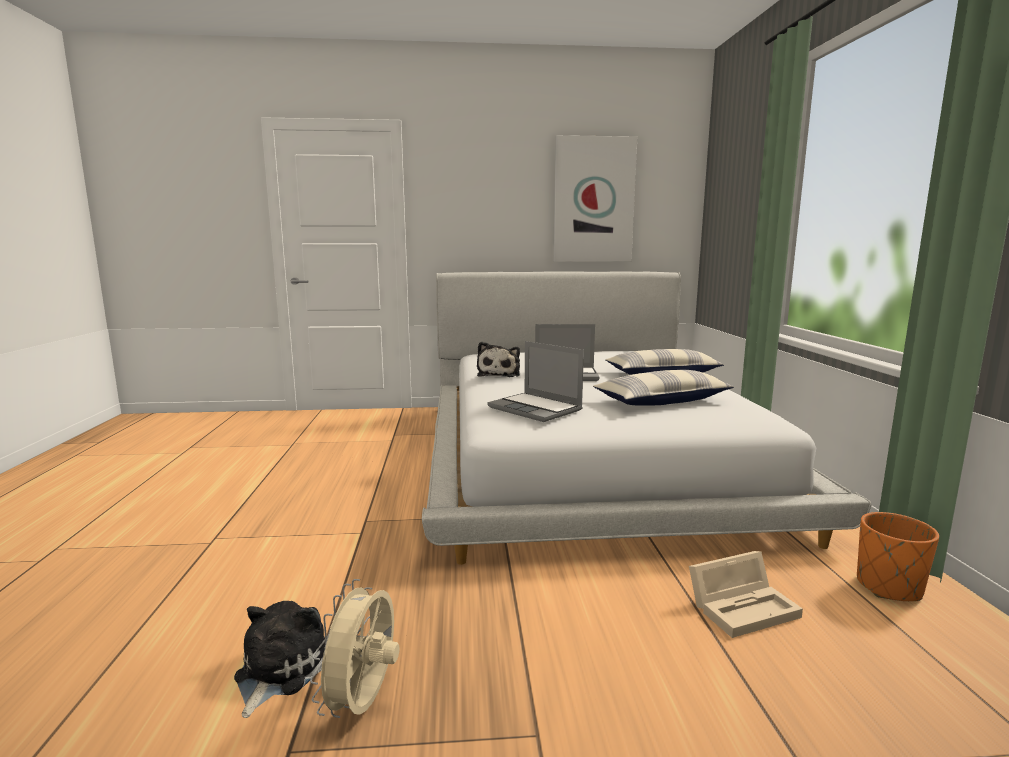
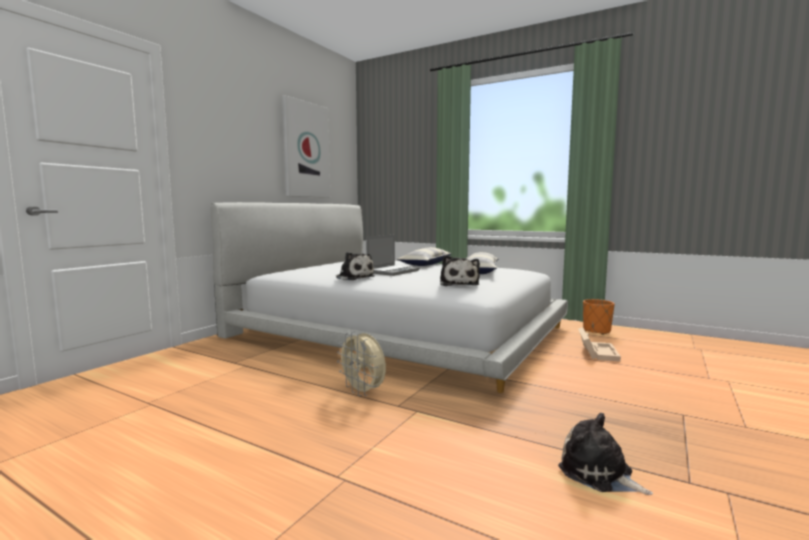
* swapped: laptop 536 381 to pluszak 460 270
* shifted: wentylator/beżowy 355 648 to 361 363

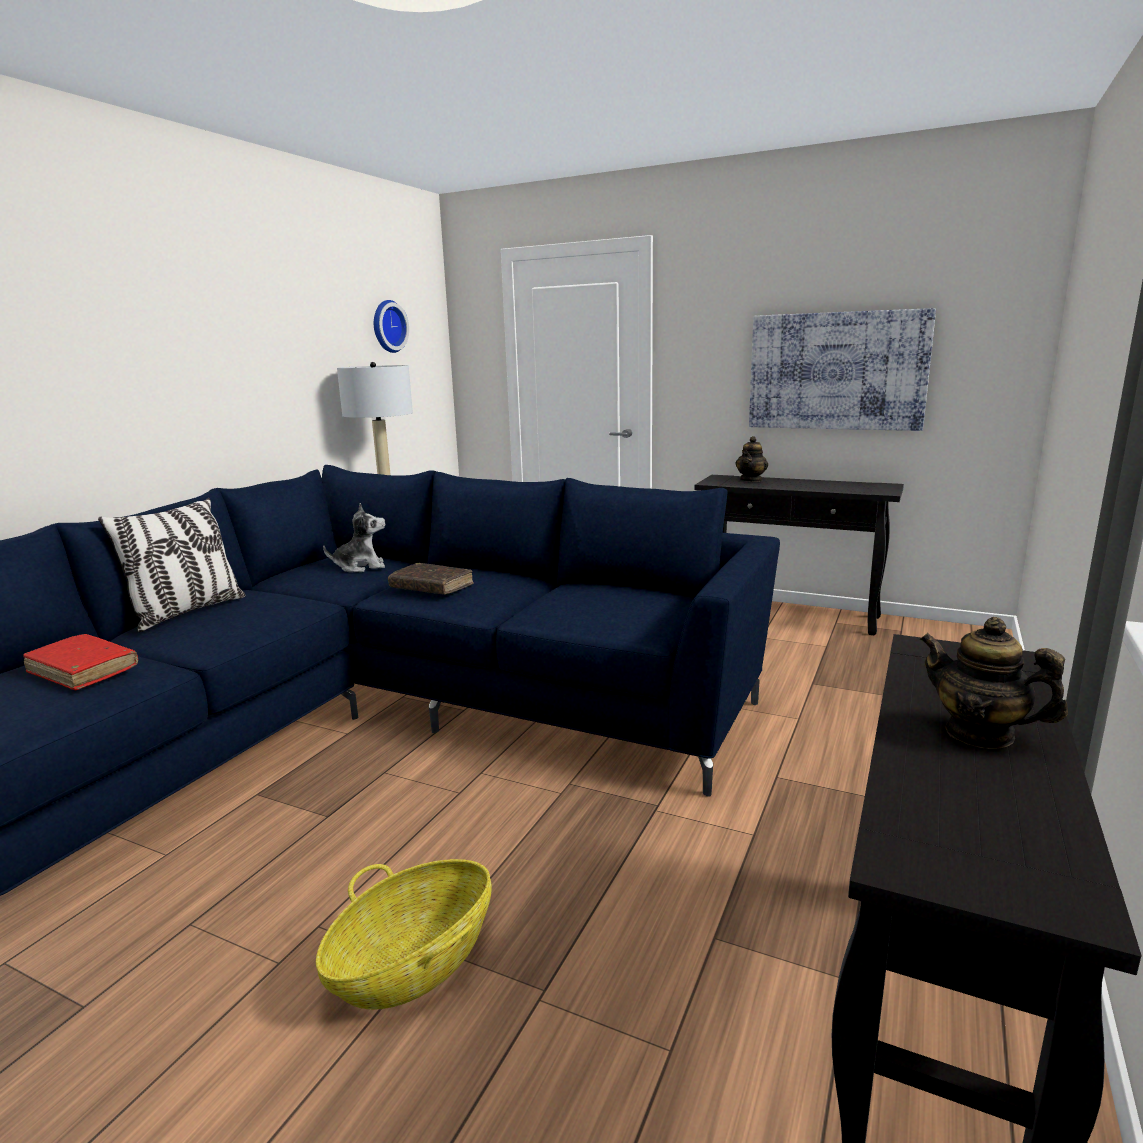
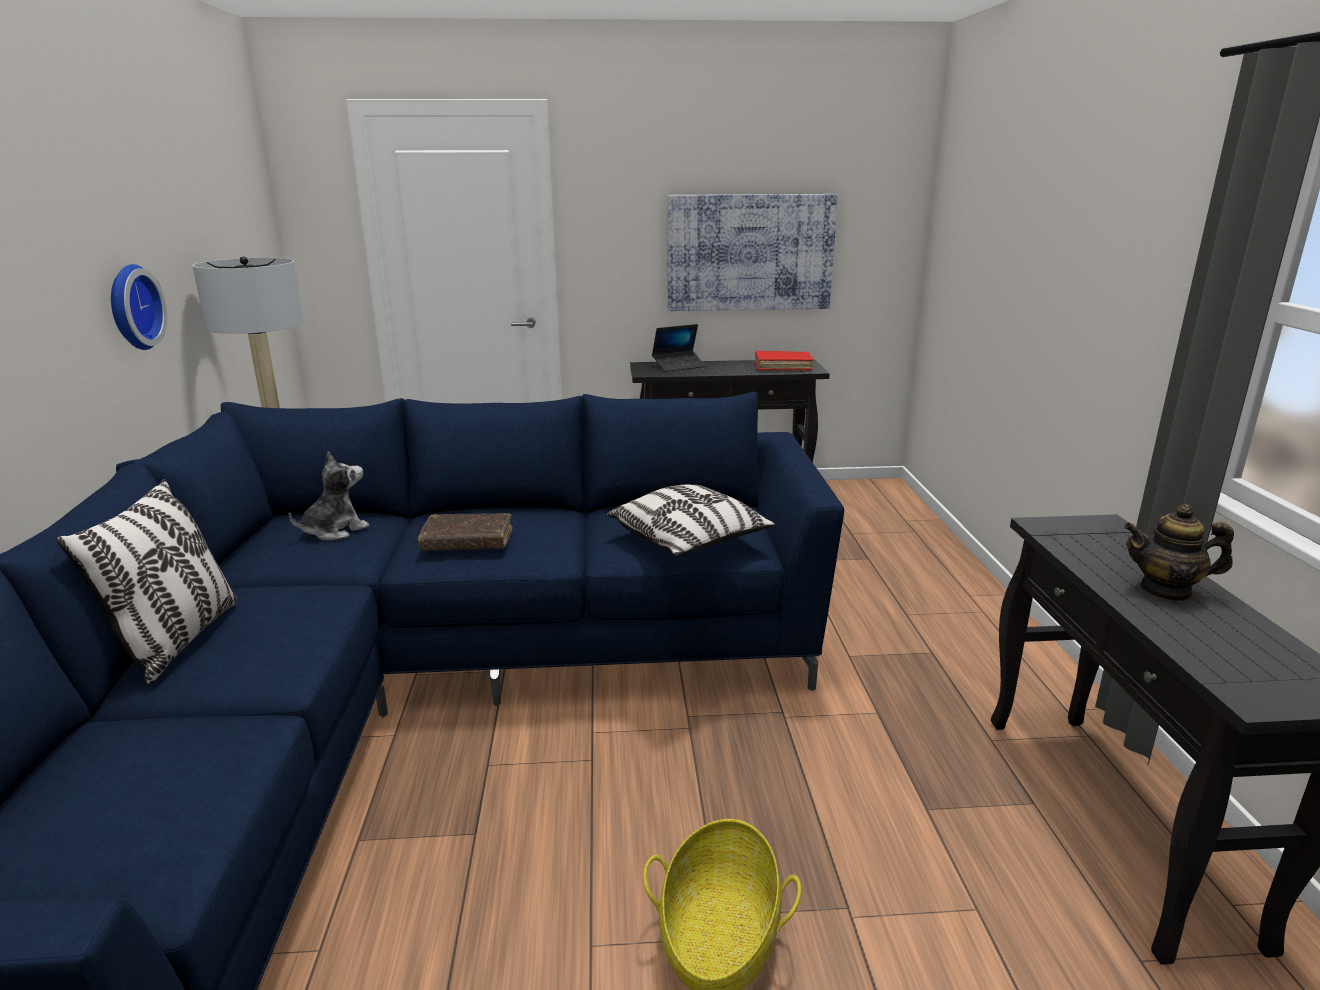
* shifted: zegar ścienny 391 326 to 139 307
* swapped: imbryk 751 459 to laptop 679 348
* shifted: książka/czerwony 80 662 to 784 361
* new: poduszka 691 520

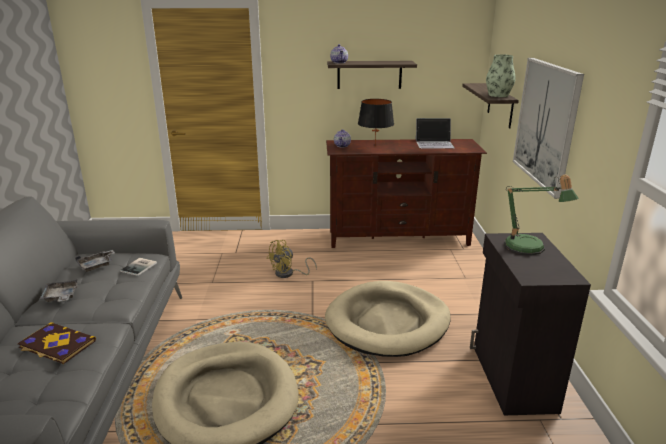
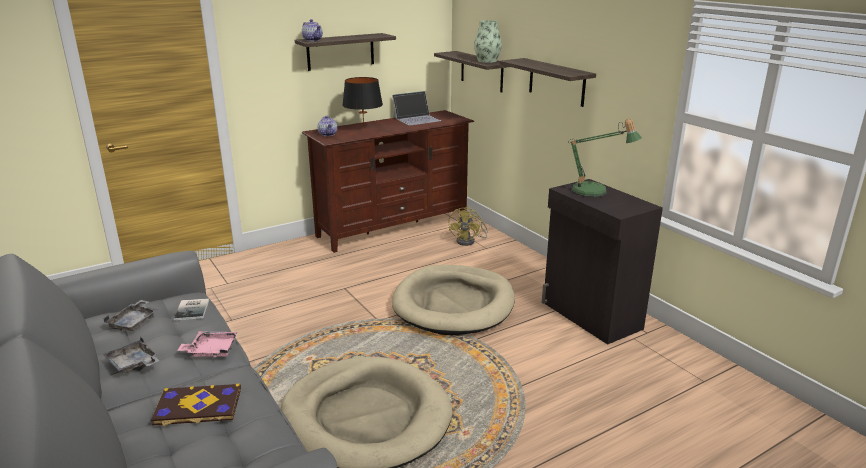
* swapped: obraz 548 128 to półka 548 82
* shifted: wentylator/żółty 291 259 to 468 226
* new: taca/różowy 207 344

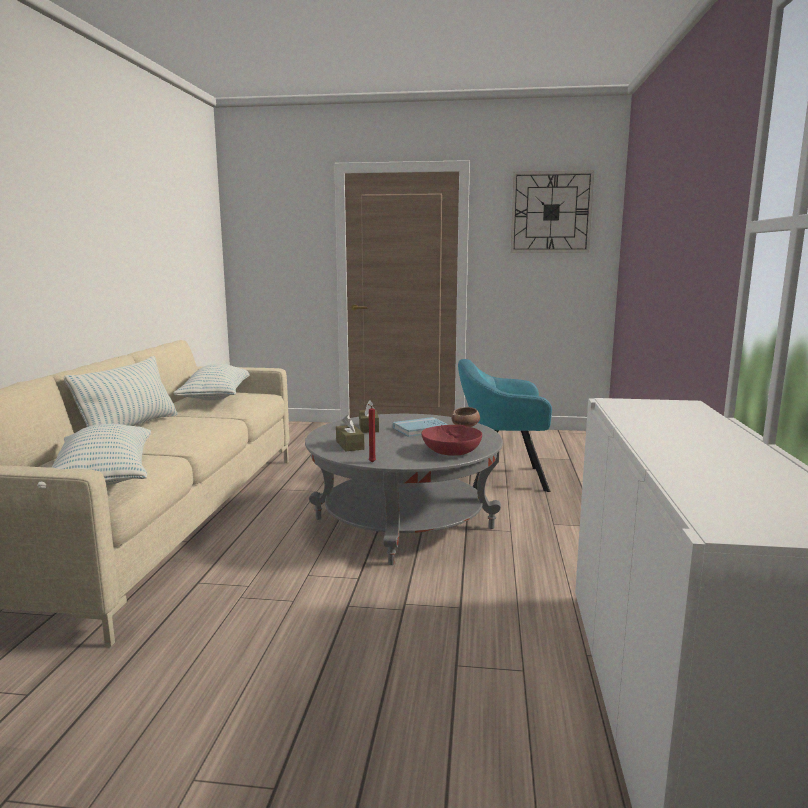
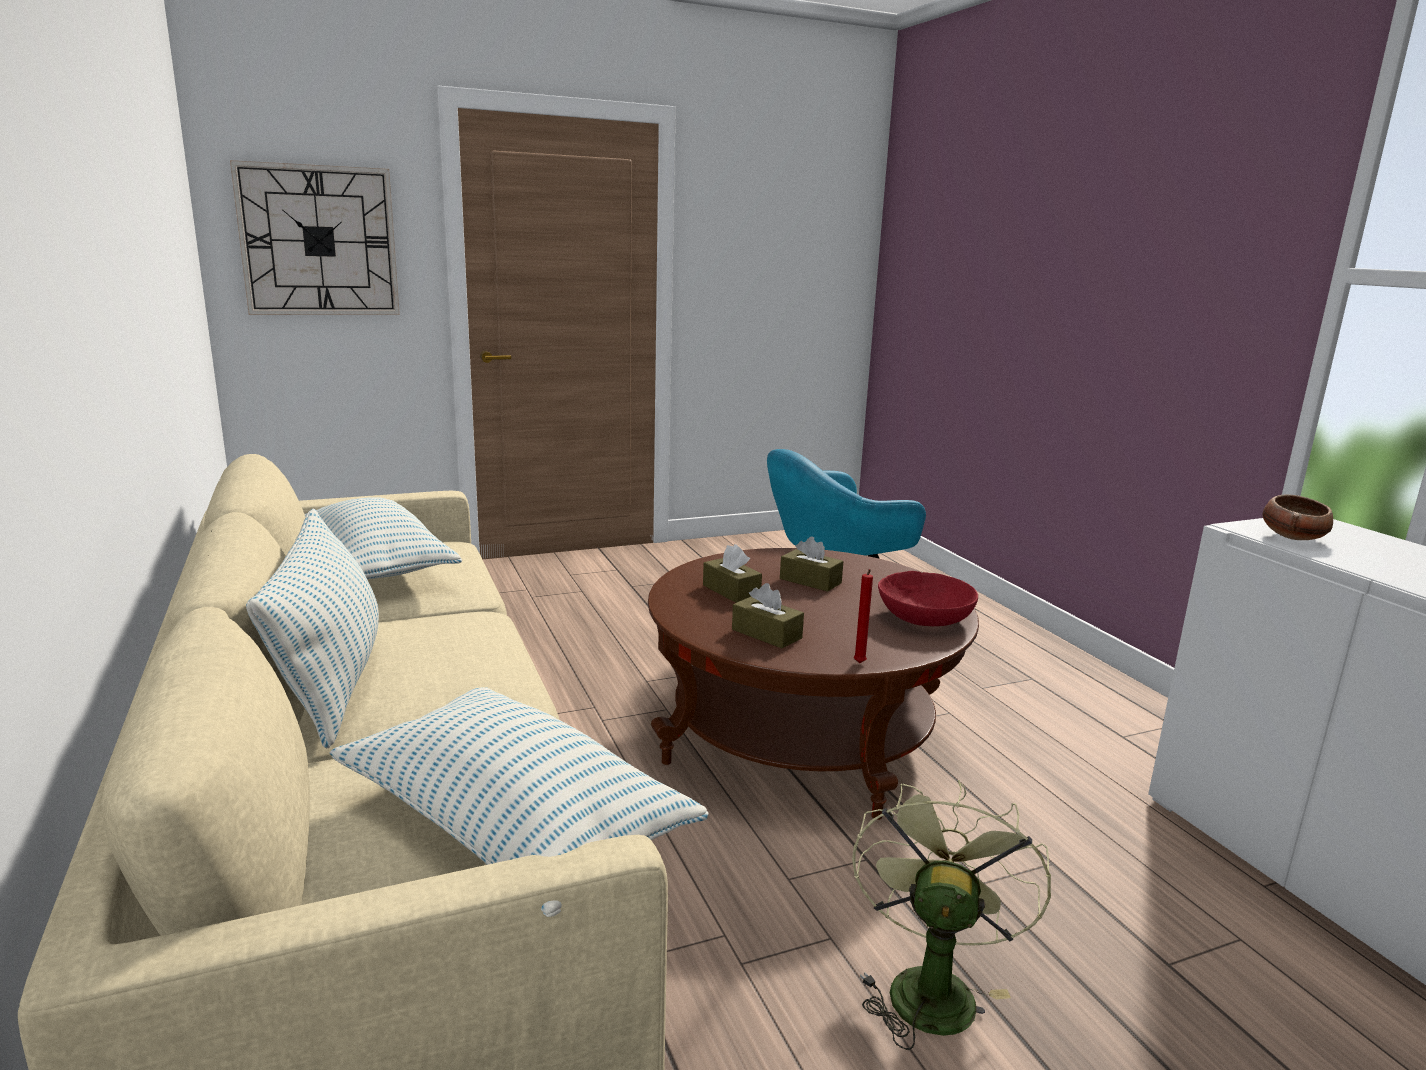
* shifted: zegar ścienny 552 211 to 315 237
* shifted: miska 466 417 to 1297 517
* repainted: ława/szary 404 489 to ława/brązowy 813 684
* swapped: książka/niebieski 421 427 to pudełko chusteczek/brązowy 811 564
* new: wentylator/zielony 951 915

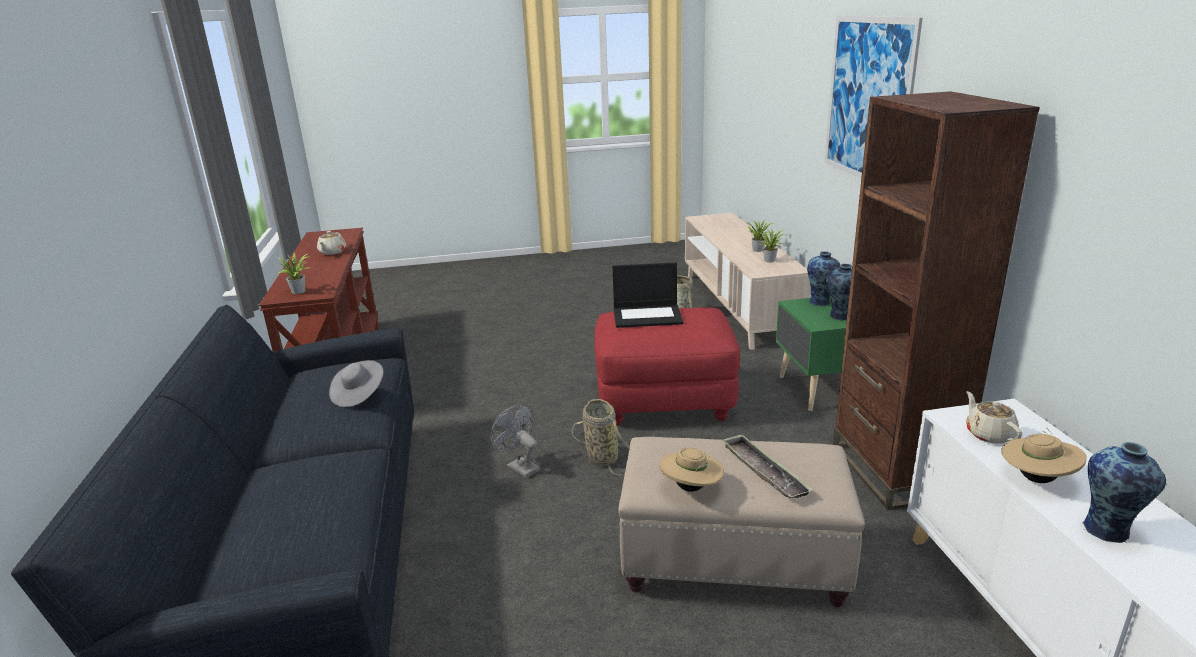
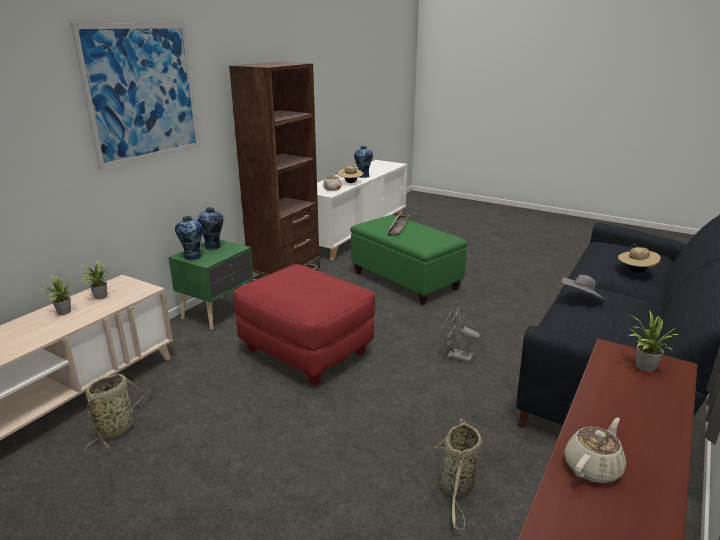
* gone: laptop 648 295
* shifted: koszyk 601 437 to 458 474
* rotated: wentylator/szary 515 441 = 460 335 120 degrees clockwise
* repainted: pufa/beżowy 741 522 to pufa/zielony 409 260
* shifted: kapelusz/beżowy 691 469 to 639 259

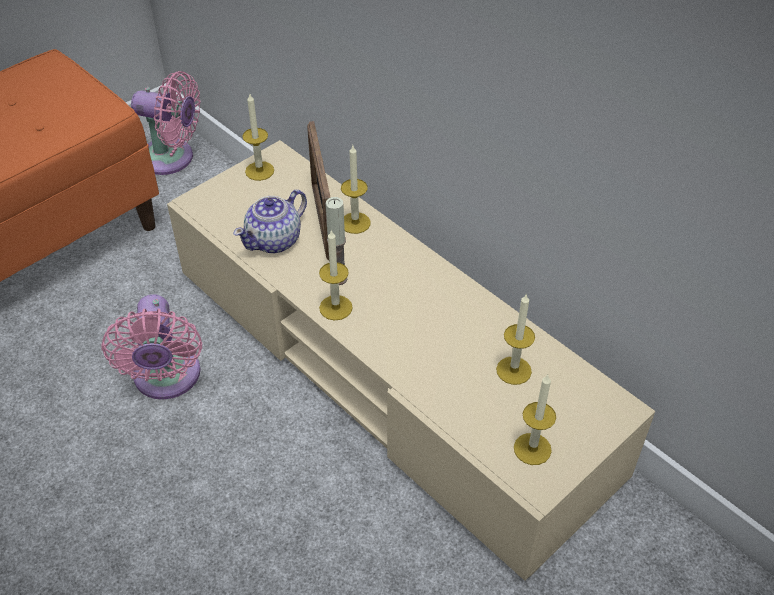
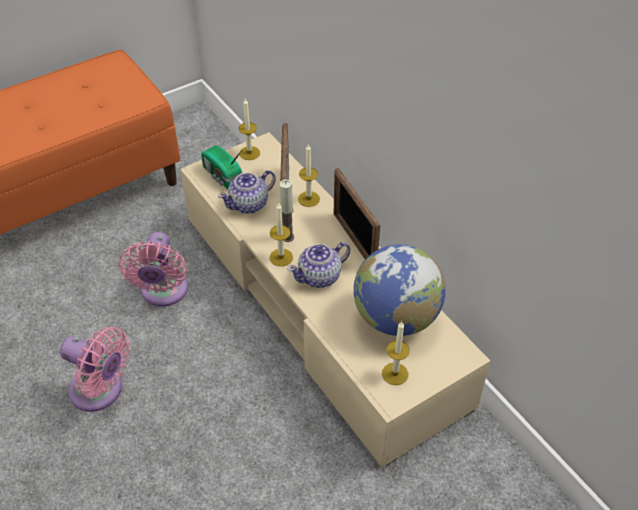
* shifted: wentylator/różowy 166 123 to 95 369
* swapped: świeca 515 339 to globus 400 290
* new: radio 221 167
* new: ramka na zdjęcie 357 213
* new: imbryk 319 265

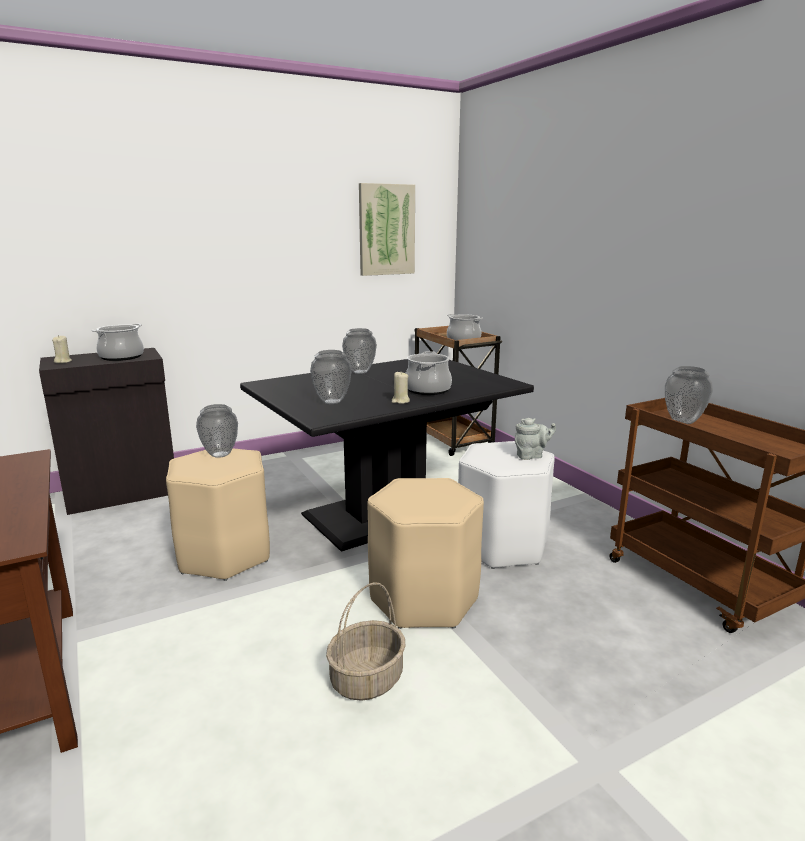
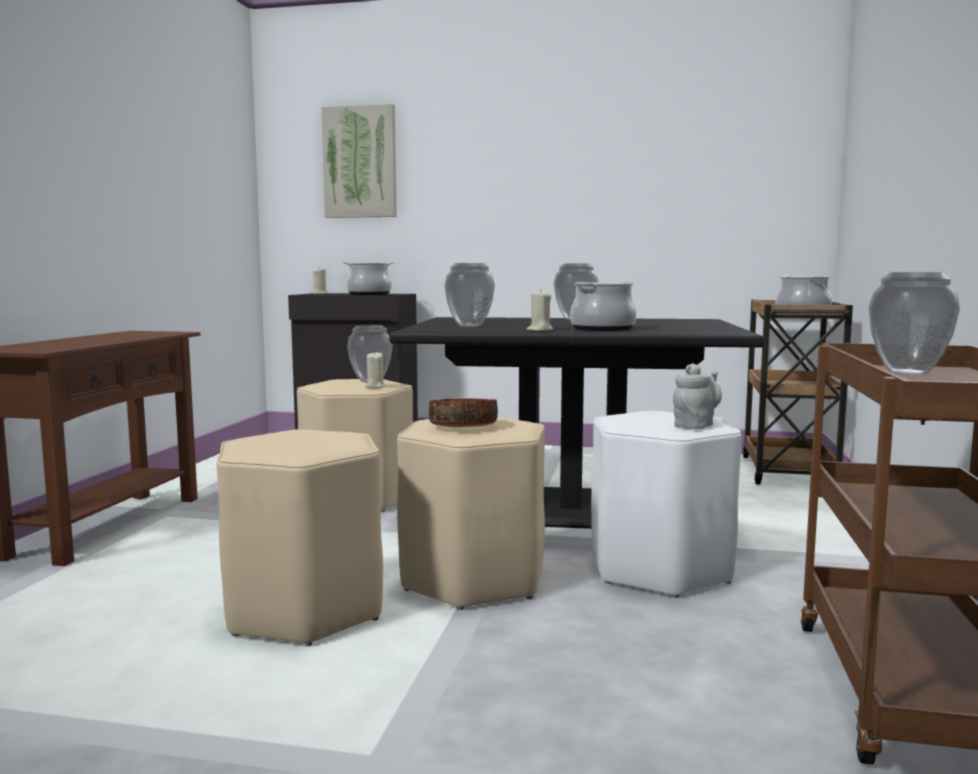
* shifted: obraz 387 229 to 359 161
* rotated: imbryk/szary 535 439 = 697 396 75 degrees counterclockwise
* swapped: koszyk 366 641 to stołek/beżowy 299 537
* new: świeca/beżowy 375 369
* new: miska 463 412

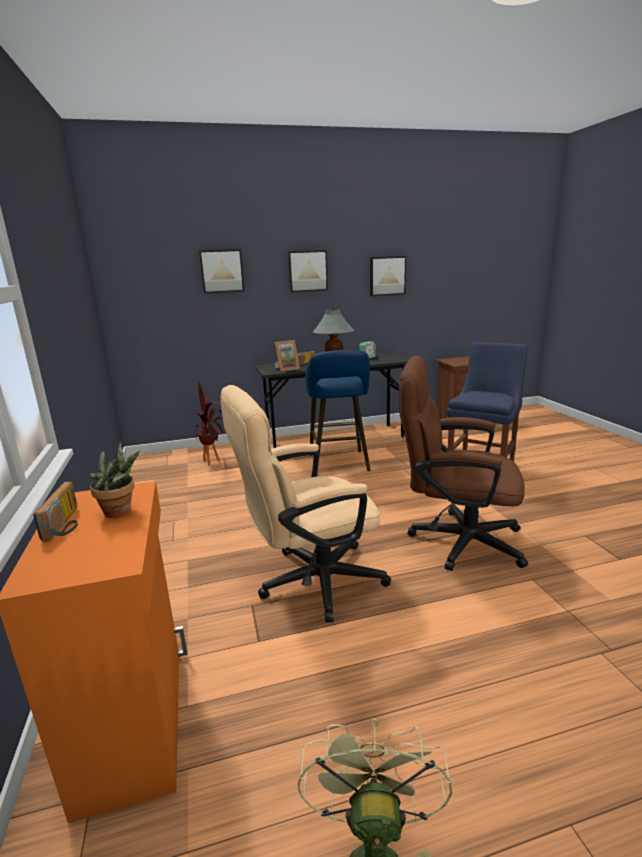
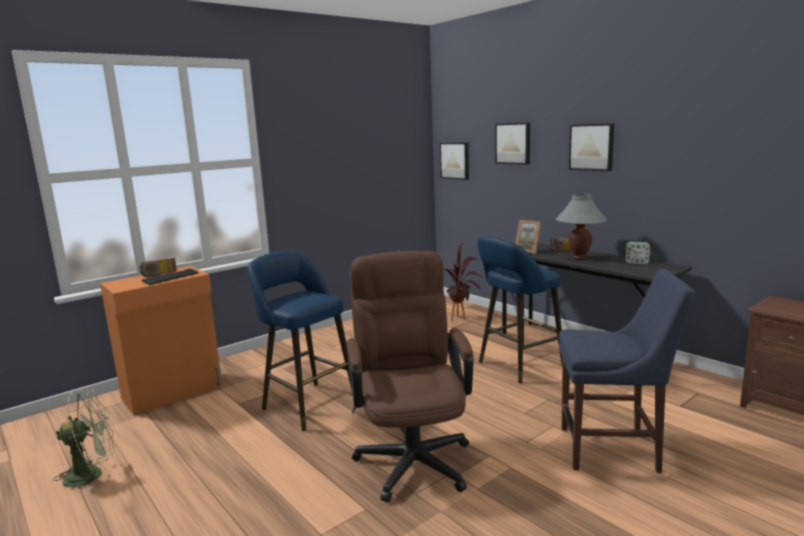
* shifted: obraz 388 276 to 454 161
* swapped: krzesło biurowe/beżowy 305 504 to stołek/niebieski 299 341
* swapped: roślina doniczkowa 114 480 to klawiatura 170 276

